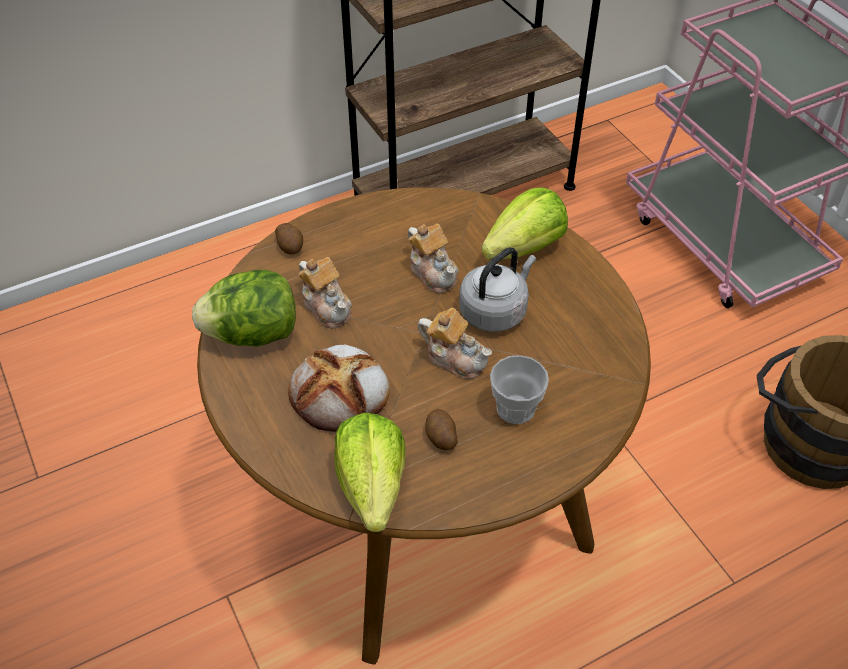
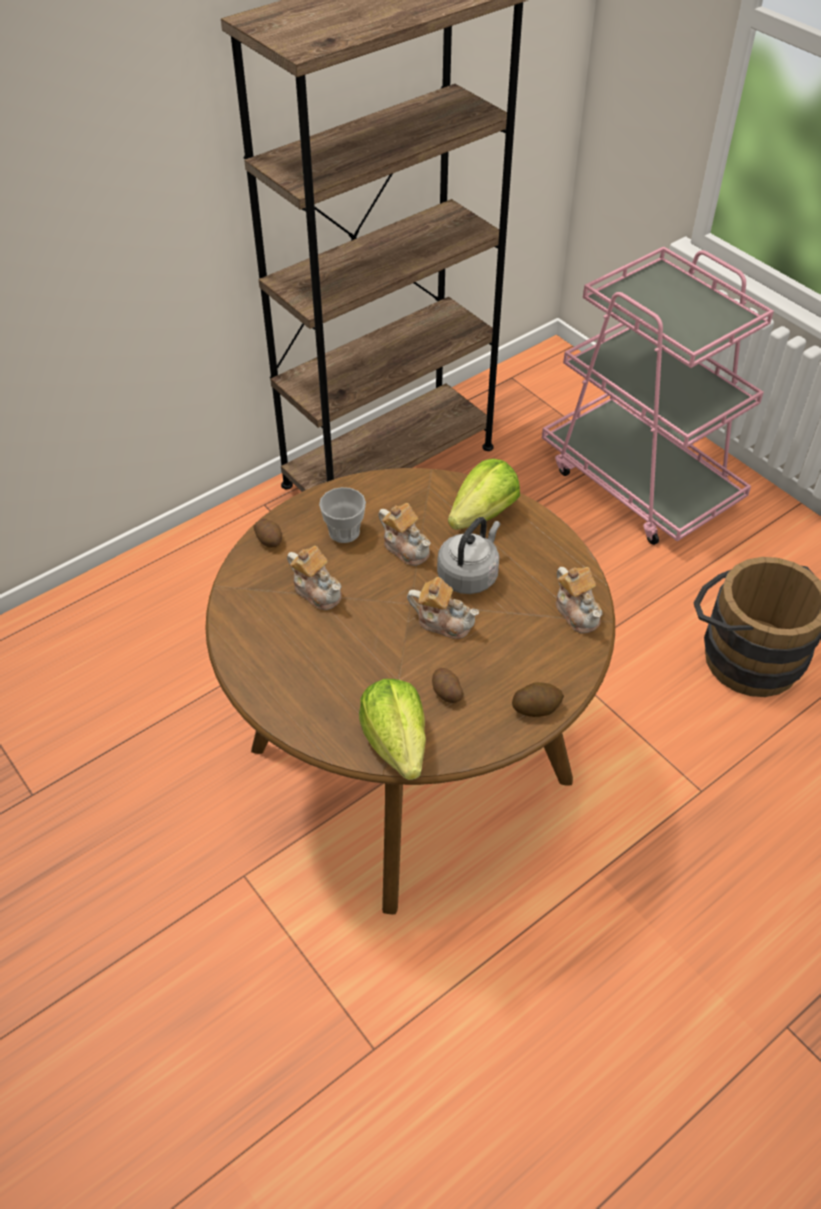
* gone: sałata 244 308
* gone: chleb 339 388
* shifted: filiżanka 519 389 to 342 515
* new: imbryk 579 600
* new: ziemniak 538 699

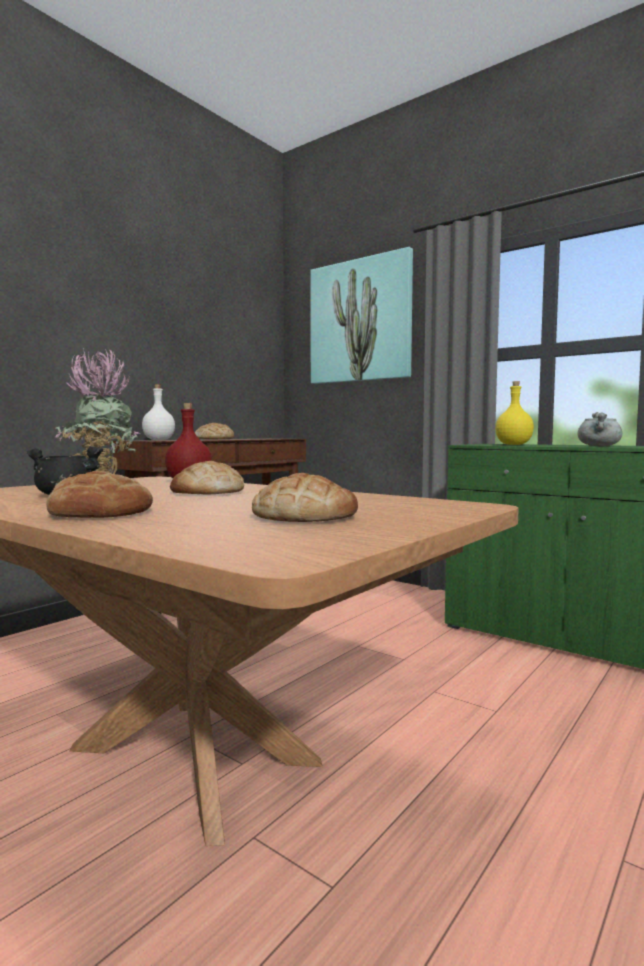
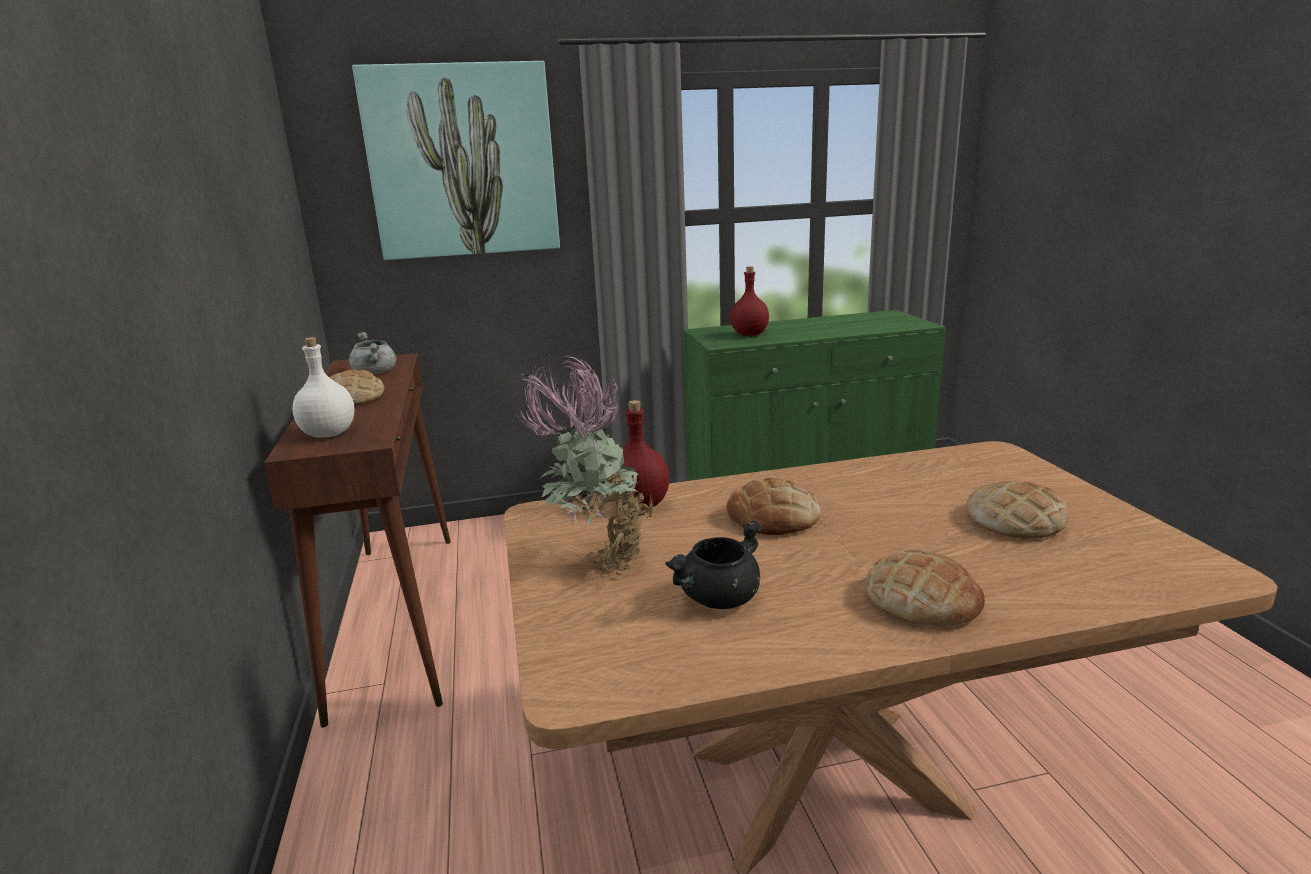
* repainted: butelka/żółty 514 413 to butelka/czerwony 749 301
* shifted: garnek/szary 600 429 to 372 353

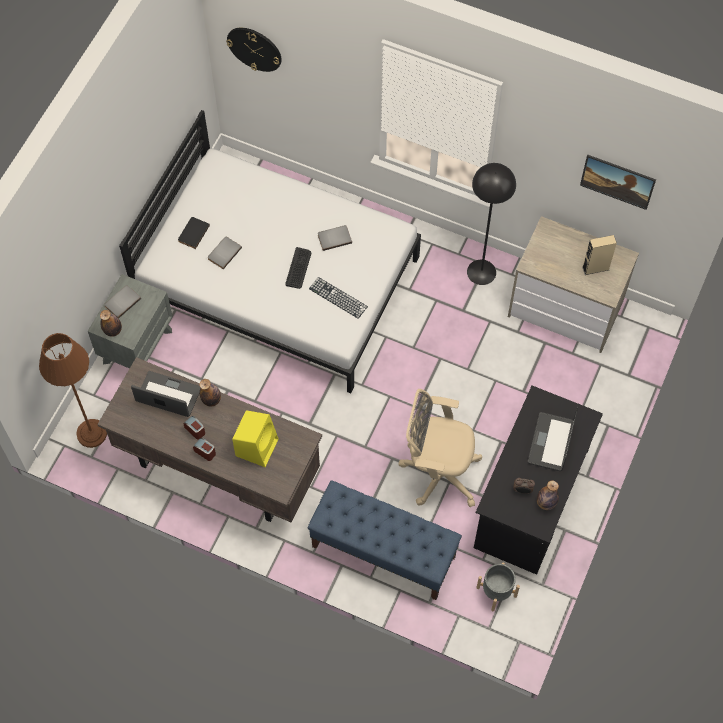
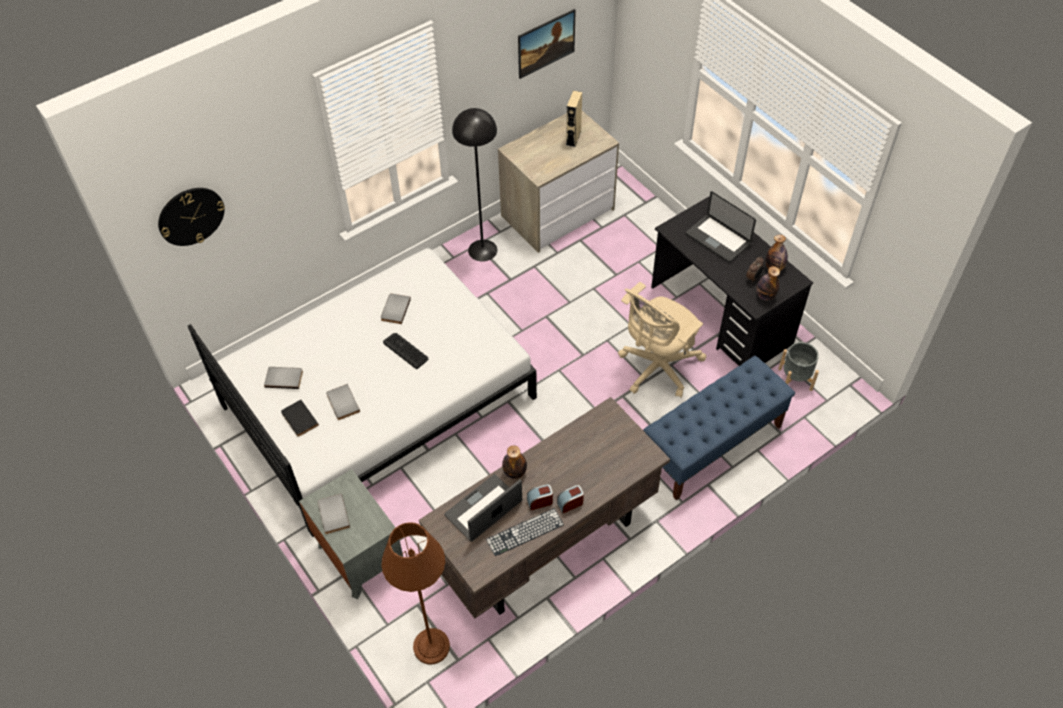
* shifted: klawiatura 338 298 to 525 532
* shifted: butelka 111 323 to 768 283
* gone: głośnik/żółty 255 438
* new: książka/szary 283 378

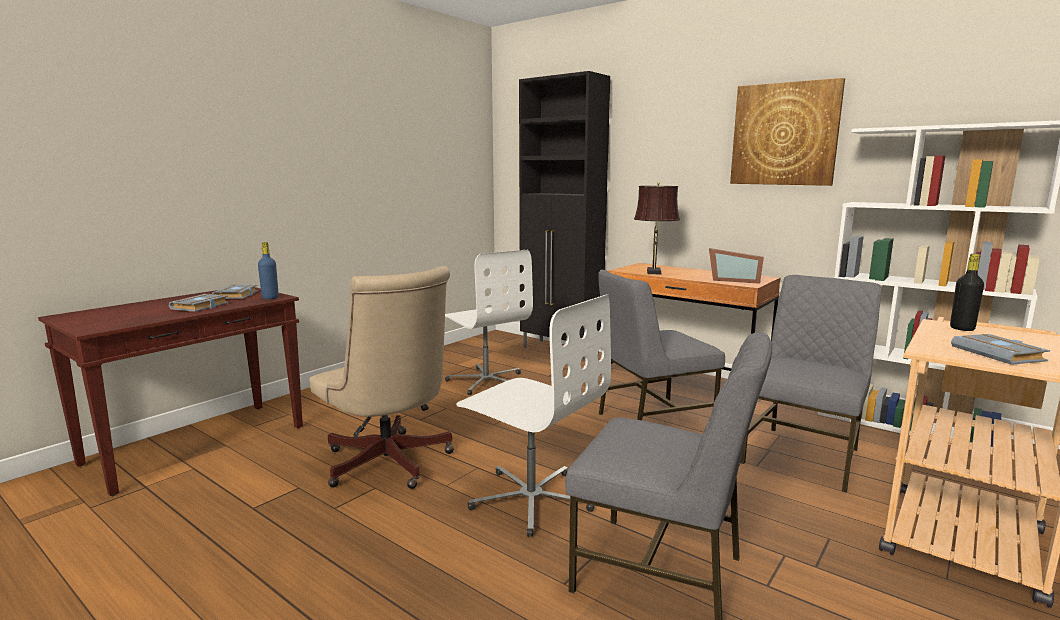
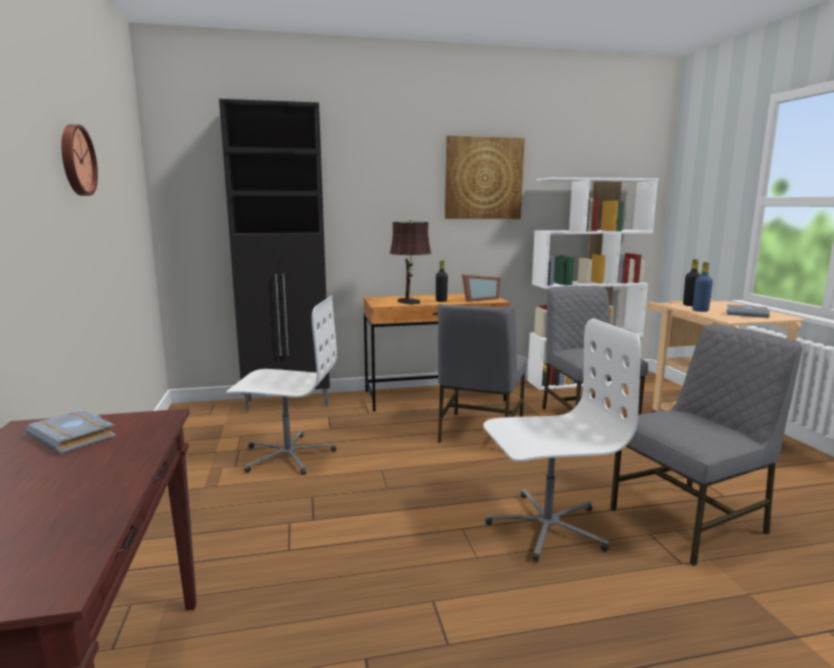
* shifted: butelka/niebieski 268 270 to 703 287
* gone: krzesło biurowe/beżowy 382 377
* gone: książka/szary 199 303
* new: zegar ścienny 79 160
* new: butelka/czarny 442 281

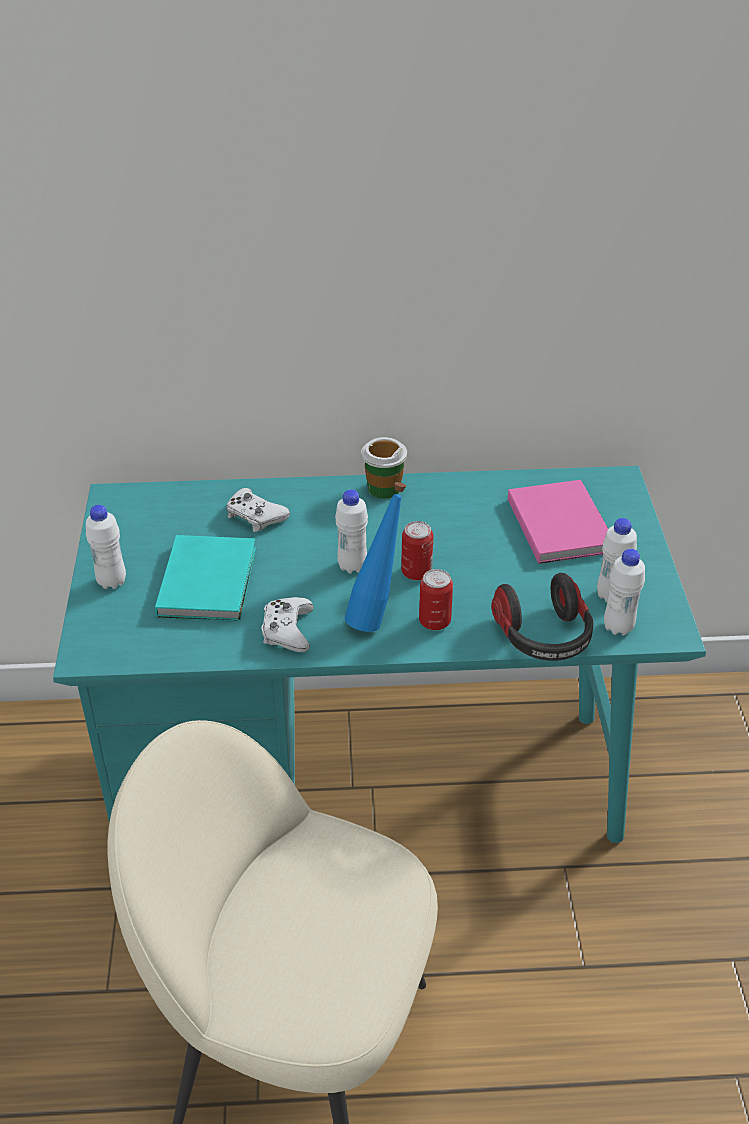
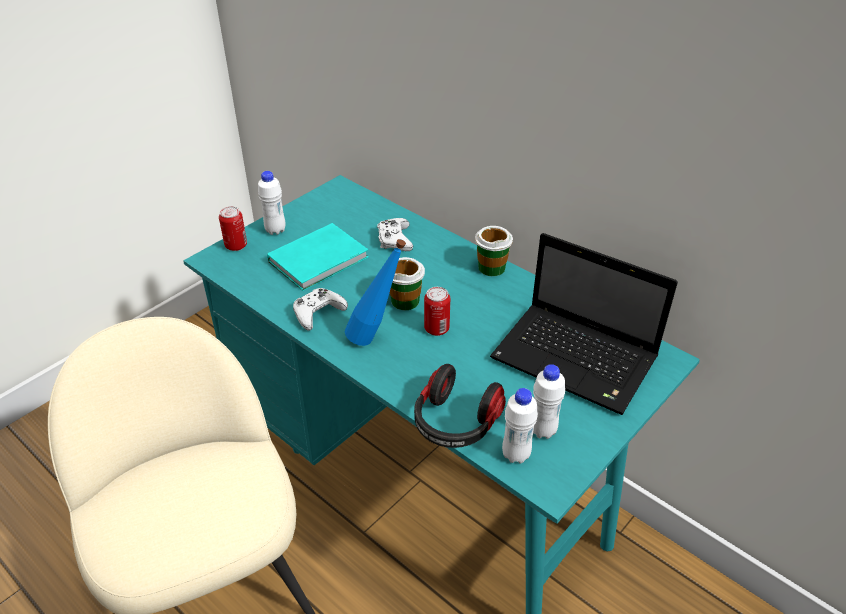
* swapped: książka/różowy 558 522 to laptop 584 324
* swapped: butelka/biały 351 532 to filiżanka 407 283
* shifted: puszka 436 599 to 233 228

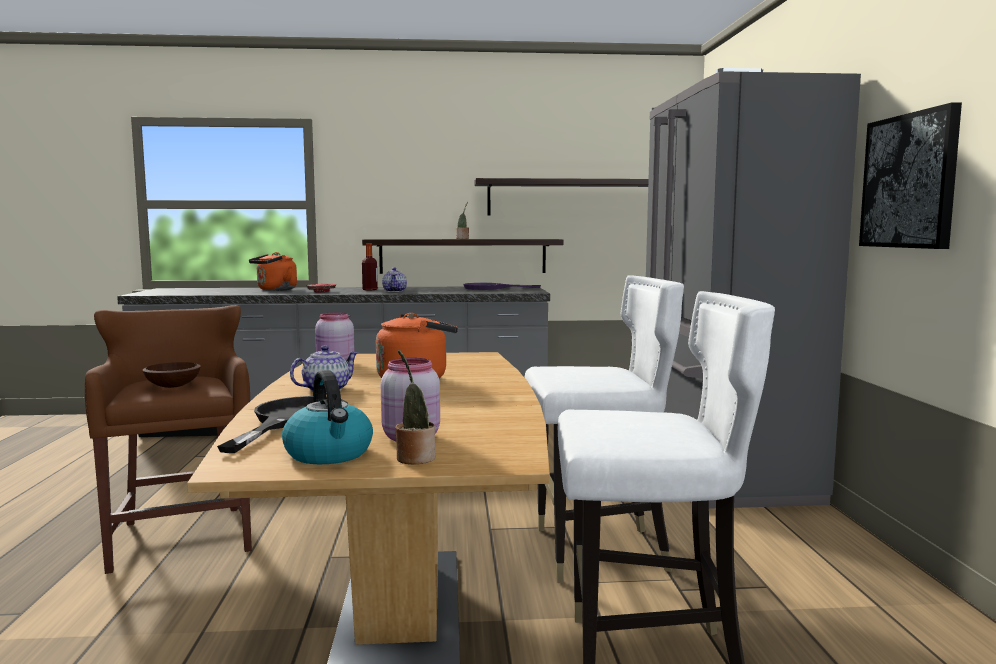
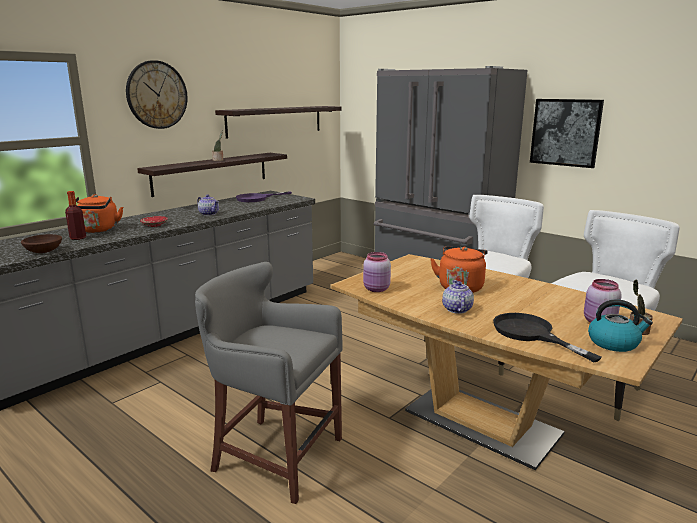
* shifted: butelka 370 266 to 75 215
* repainted: stołek/brązowy 168 439 to stołek/szary 269 383
* shifted: miska/brązowy 172 375 to 41 243
* new: zegar ścienny 157 94

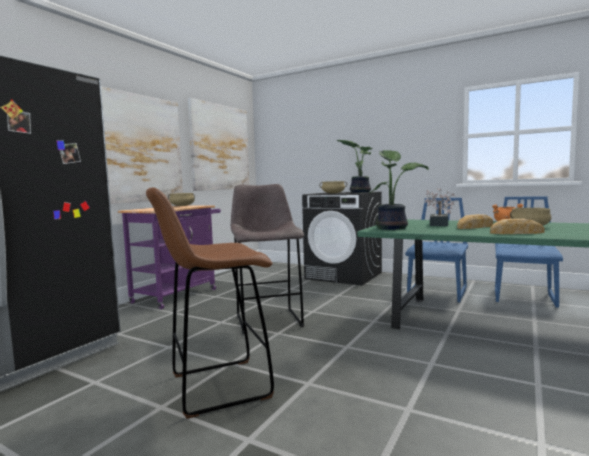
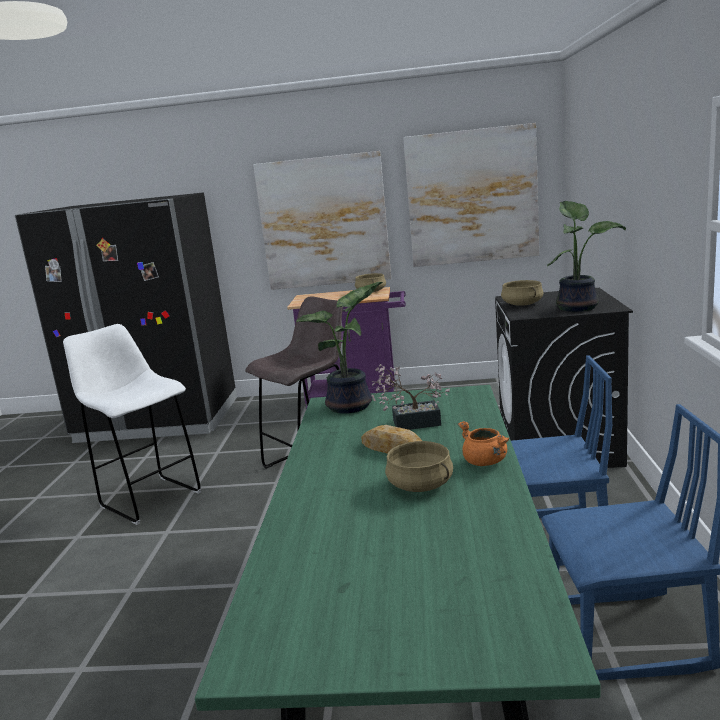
* repainted: stołek/brązowy 210 303 to stołek/biały 132 424
* gone: chleb 517 226

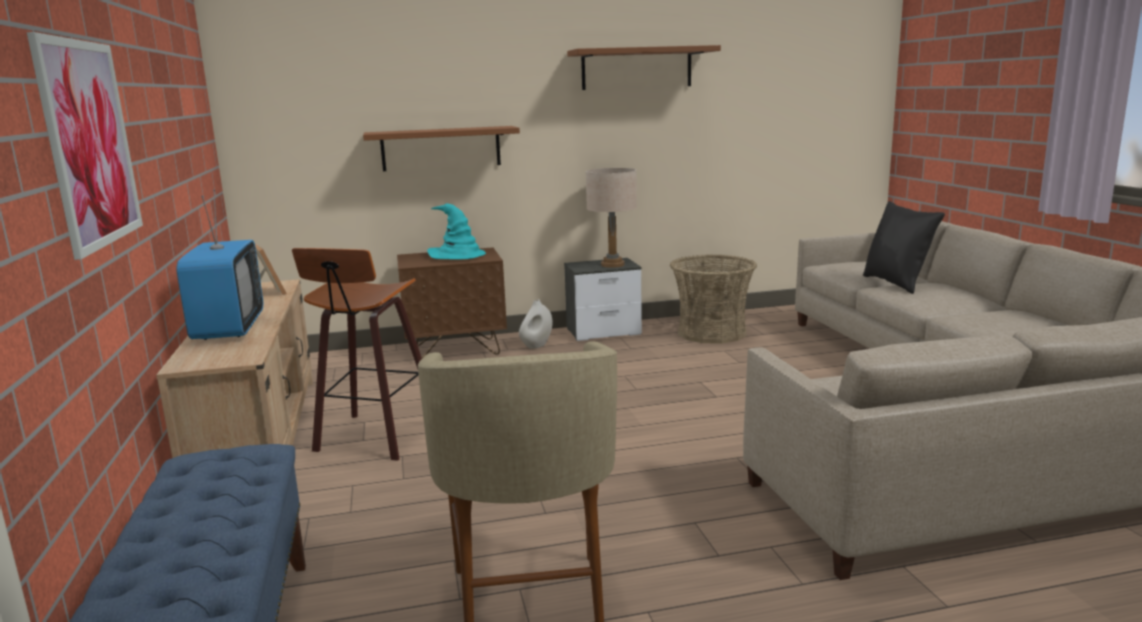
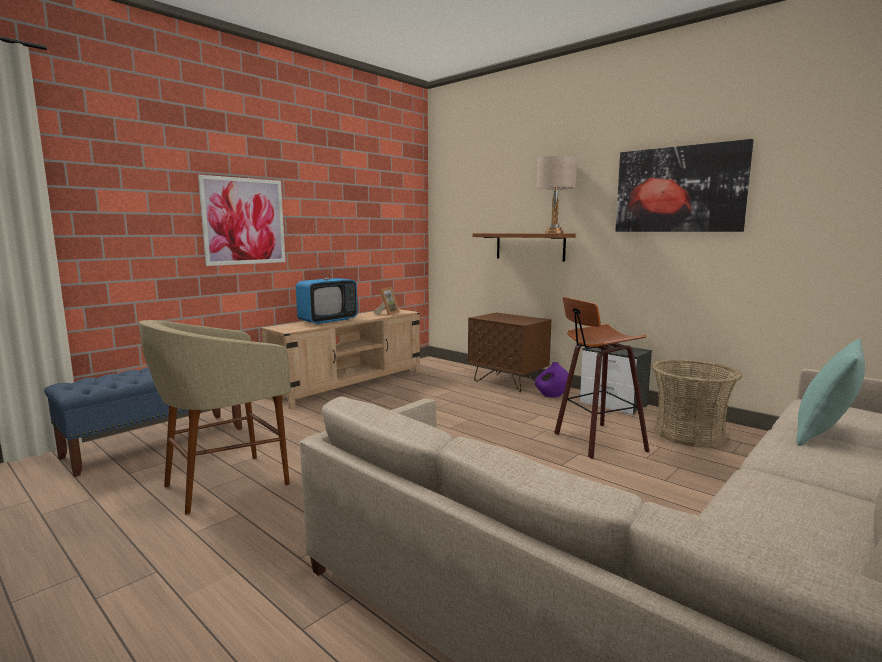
* swapped: półka/brązowy 644 67 to obraz 684 185
* shifted: lampa stołowa/beżowy 611 218 to 557 194
* repainted: poduszka/czarny 904 247 to poduszka/turkusowy 830 392
* gone: kapelusz/turkusowy 456 231
* shifted: stołek 357 354 to 601 378
* repainted: wazon/biały 536 324 to wazon/fioletowy 551 380

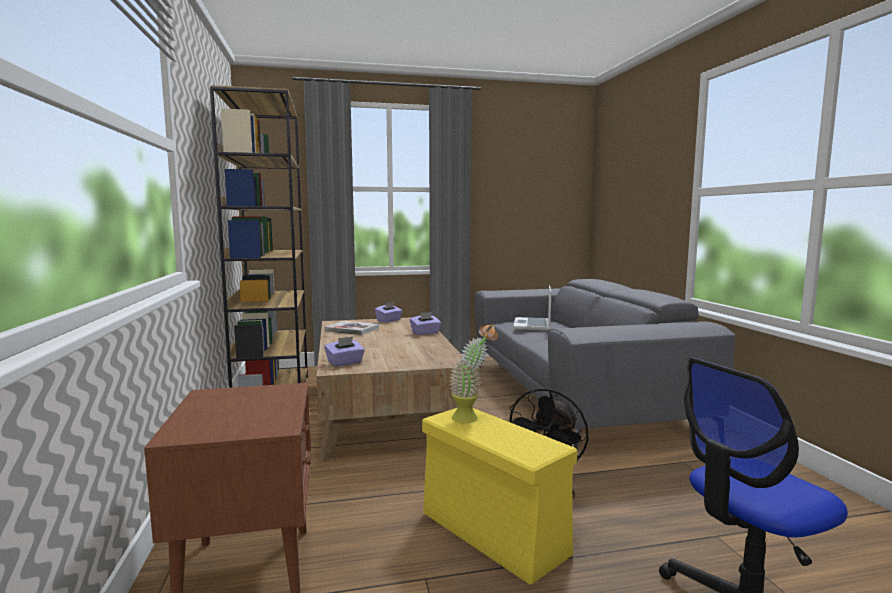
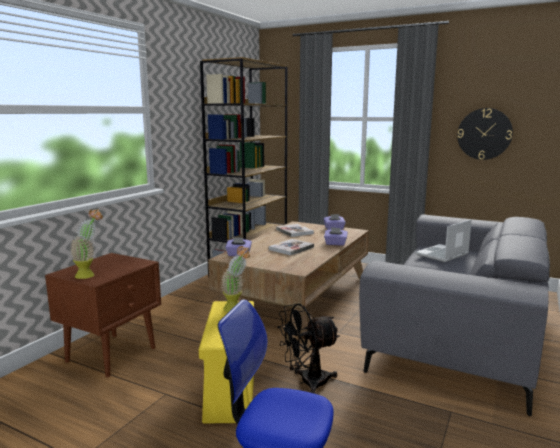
* new: zegar ścienny 485 134
* new: roślina doniczkowa 86 244
* new: książka 291 247

